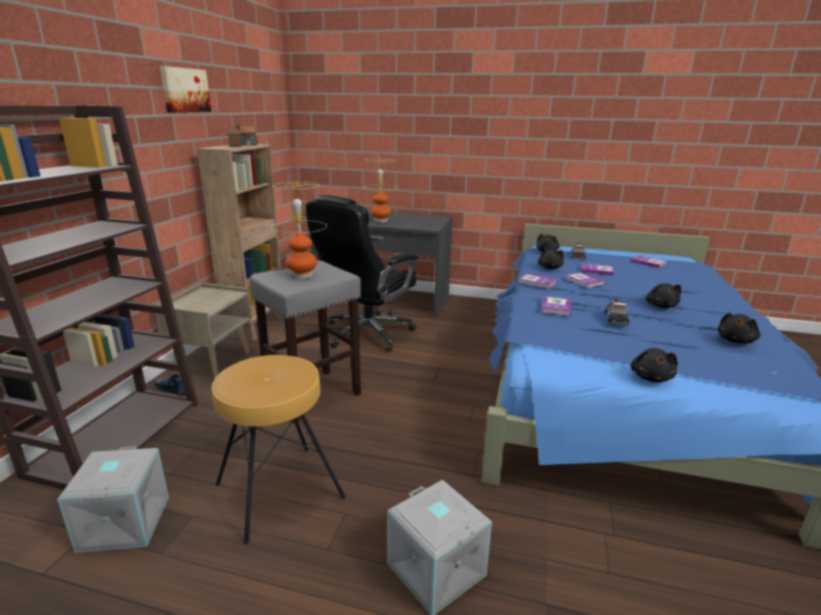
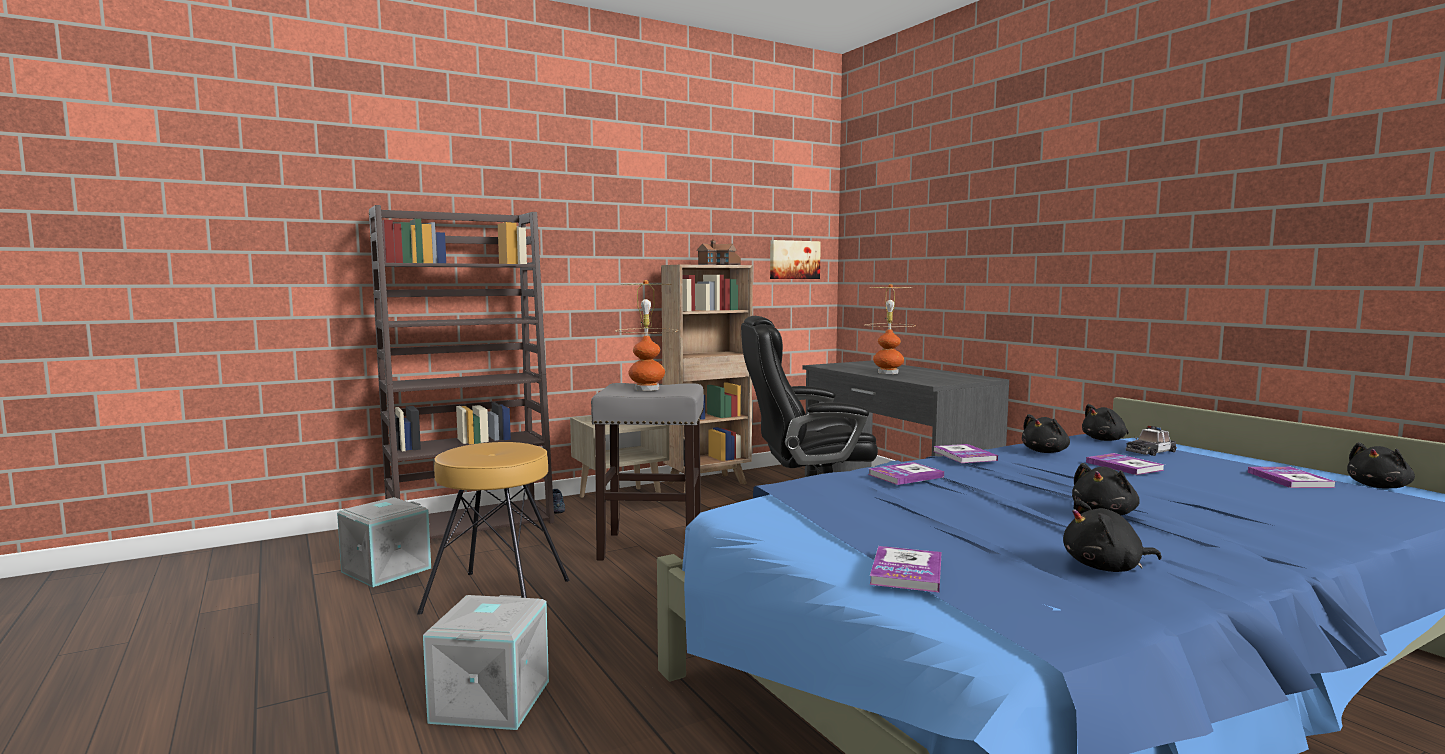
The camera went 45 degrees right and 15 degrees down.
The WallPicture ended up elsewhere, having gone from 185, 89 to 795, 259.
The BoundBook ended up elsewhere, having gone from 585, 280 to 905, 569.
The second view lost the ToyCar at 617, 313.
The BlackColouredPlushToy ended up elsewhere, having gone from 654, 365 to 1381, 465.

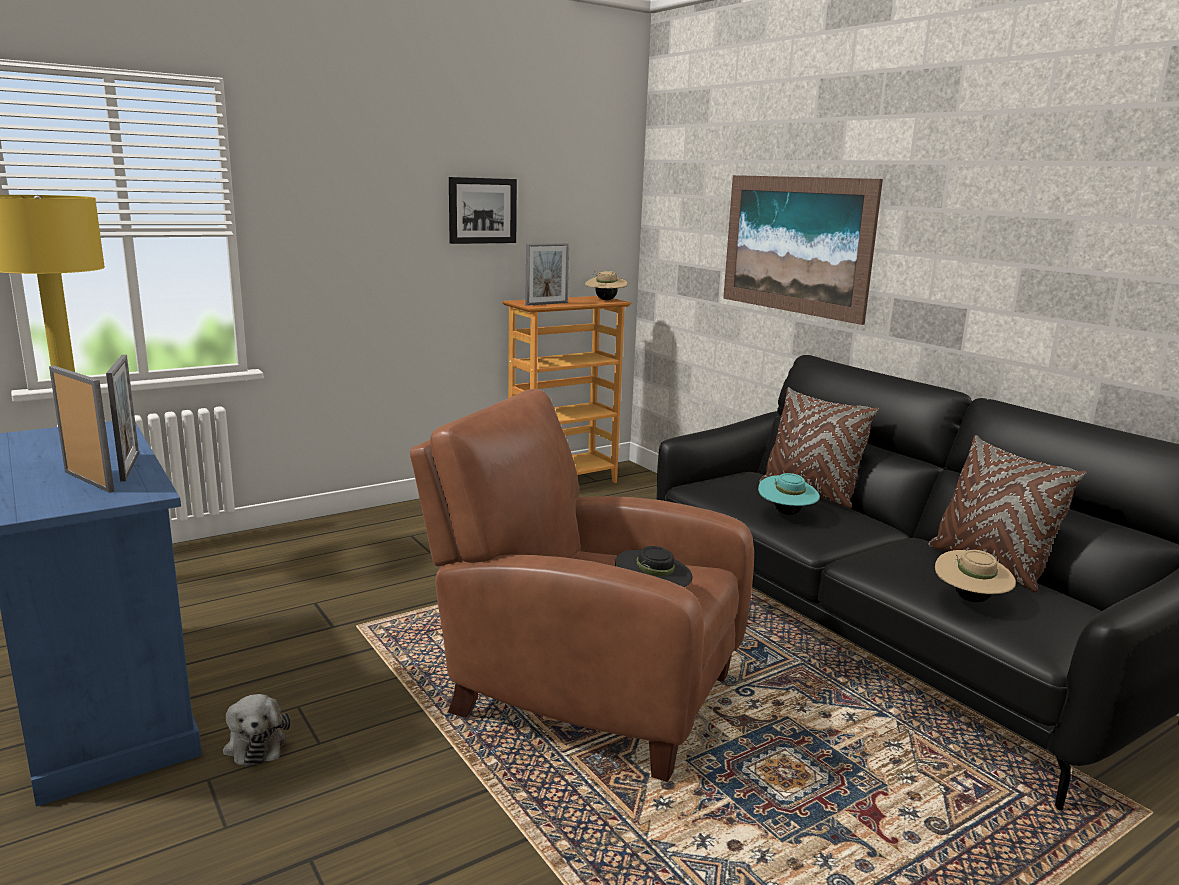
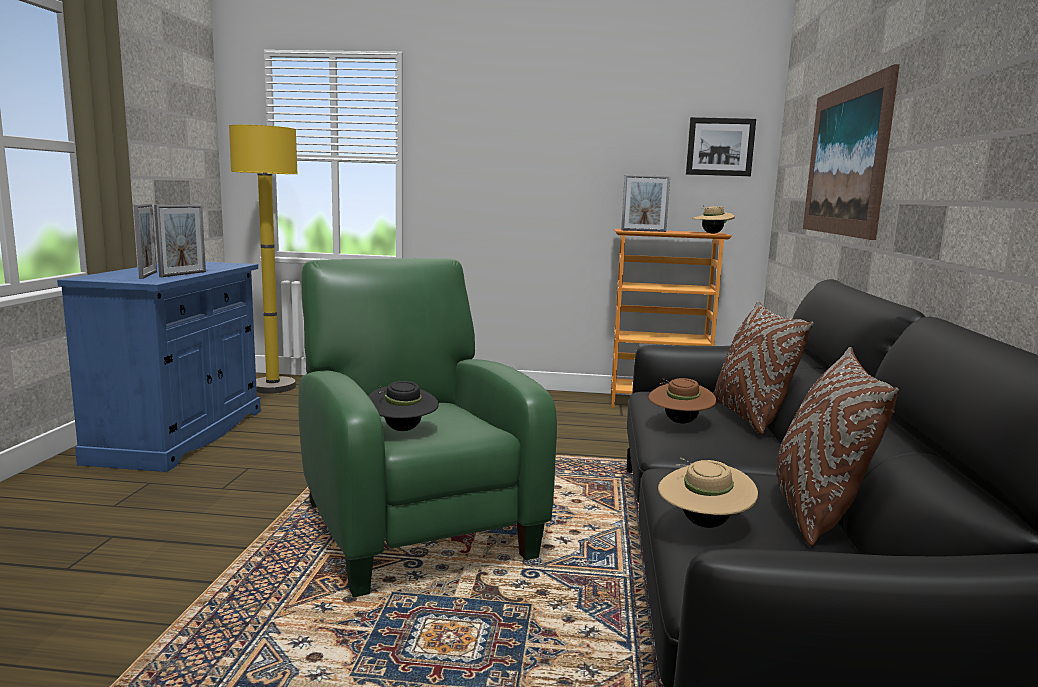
The camera went 40 degrees right and 5 degrees down.
The WallPicture ended up elsewhere, having gone from 483, 210 to 721, 146.
What was the BrownColouredArmchair at 582, 585 turned into the GreenColouredArmchair at 427, 427.
What was the BlueGreenWearableHat at 789, 494 turned into the BrownColouredWearableHat at 682, 401.
The second view lost the PlushToy at 256, 730.

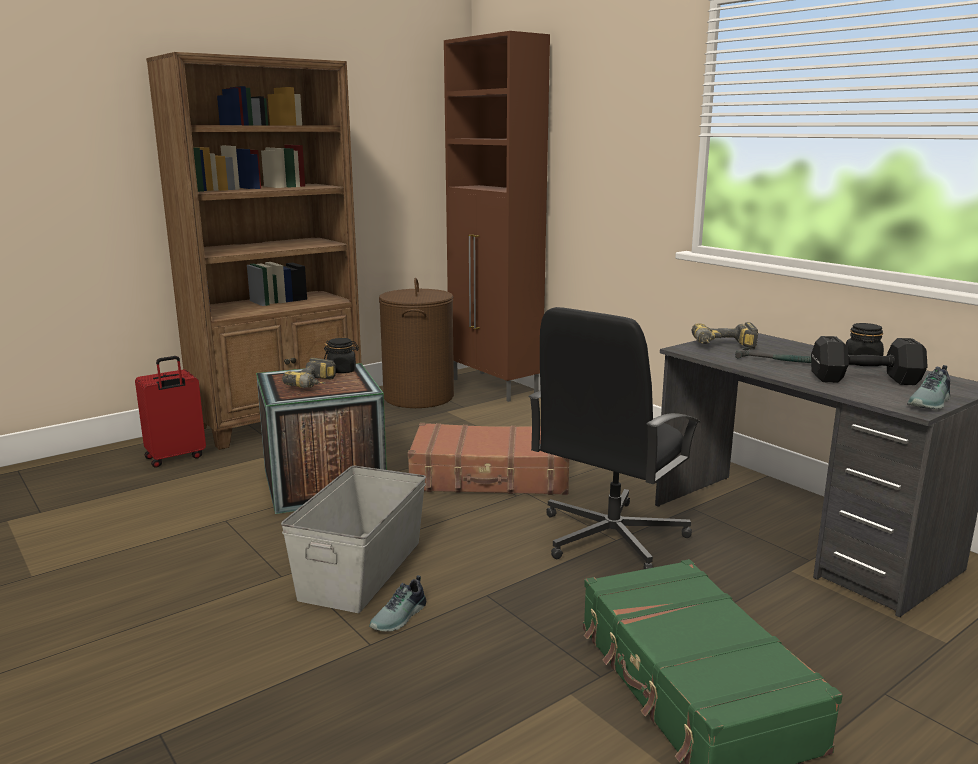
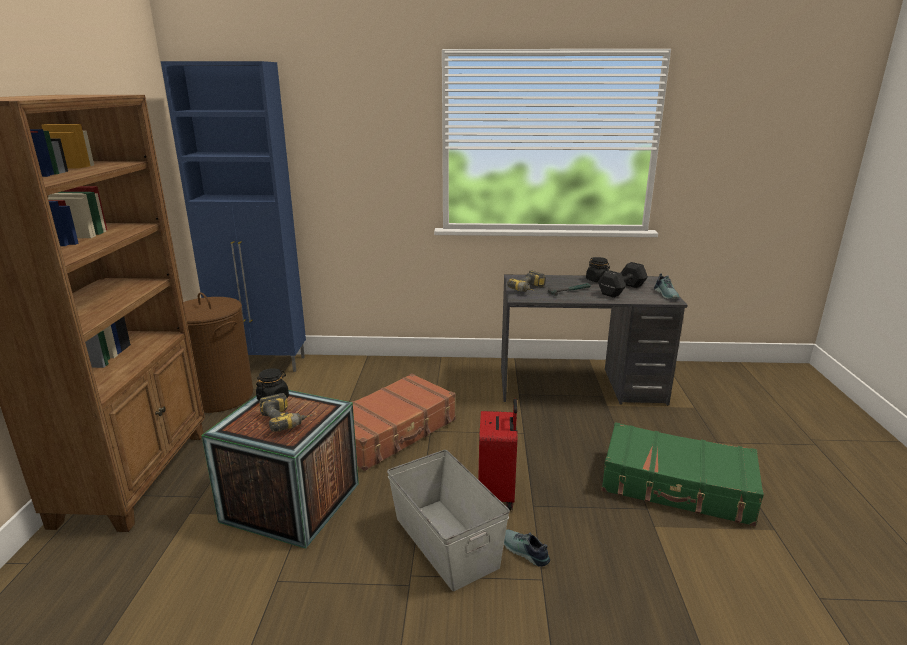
The camera went 50 degrees left and 5 degrees up.
What was the BrownColouredCabinet at 497, 216 turned into the BlueColouredCabinet at 233, 216.
The second view lost the BlackColouredComputerChair at 614, 438.
The RedColouredSuitcase ended up elsewhere, having gone from 170, 412 to 497, 455.
The LowShoe at 397, 603 ended up facing another way, 150 degrees clockwise from before.

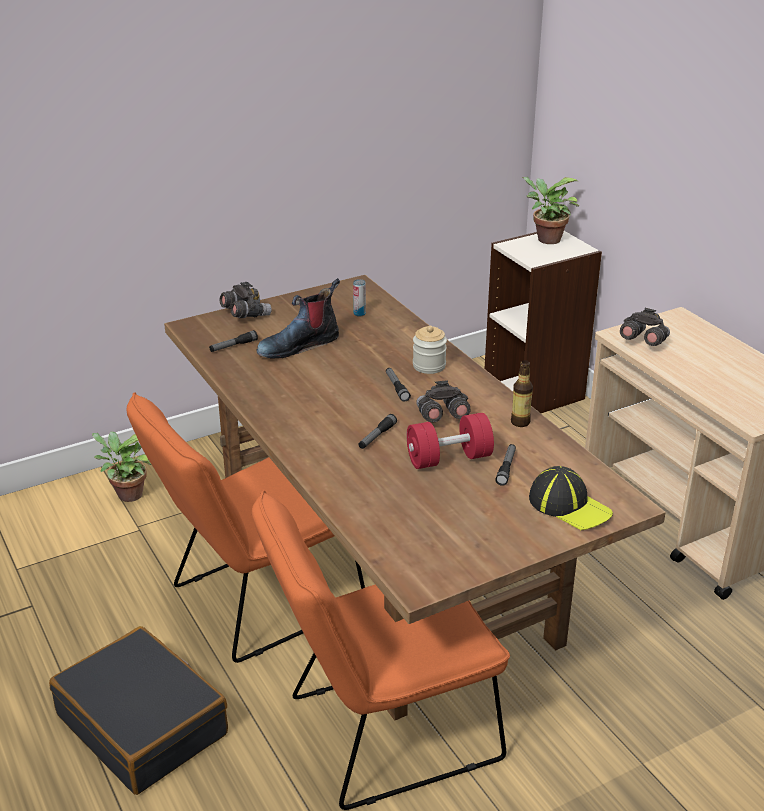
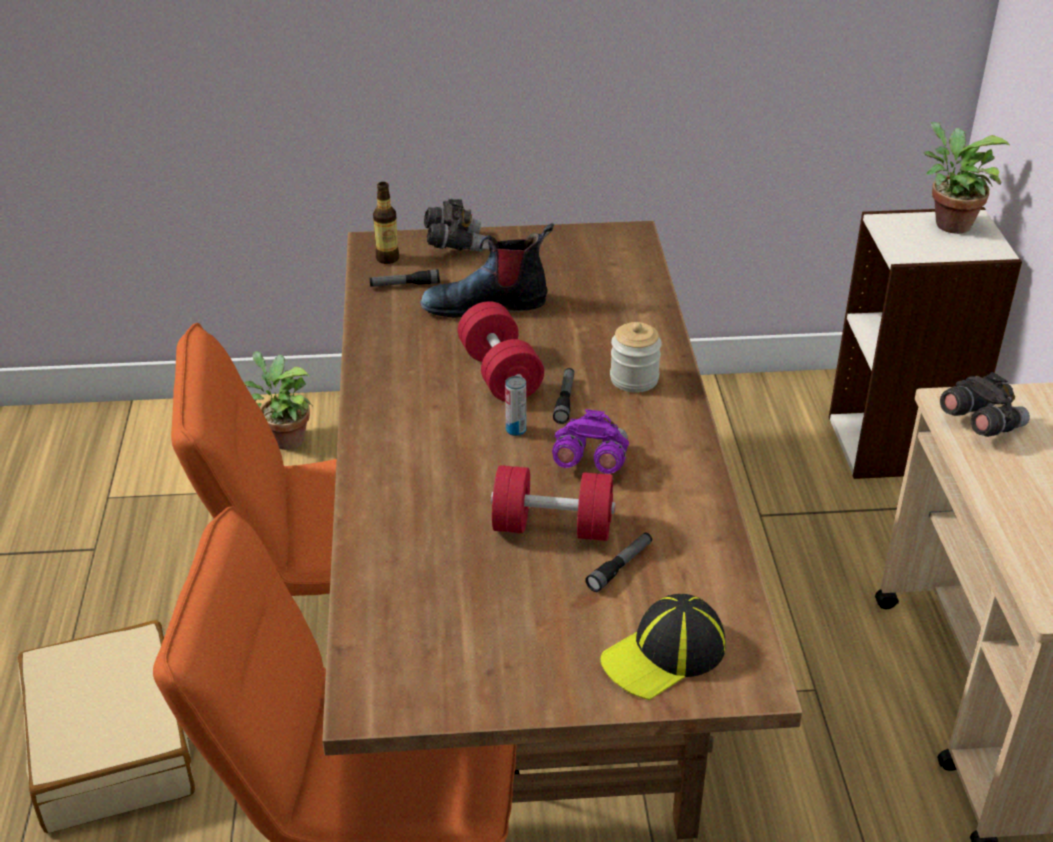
The camera went 25 degrees right and 5 degrees up.
The Can ended up elsewhere, having gone from 359, 298 to 515, 406.
The DrinkBottle ended up elsewhere, having gone from 522, 393 to 386, 223.
What was the GrayBinoculars at 443, 401 turned into the PurpleBinoculars at 590, 441.
The second view lost the HandTorch at 377, 431.
The BaseballCap at 571, 498 ended up facing another way, 75 degrees clockwise from before.
What was the BlackColouredSuitcase at 138, 710 turned into the BeigeColouredSuitcase at 106, 726.
The second view gained the RedColouredFreeWeight at 501, 351.

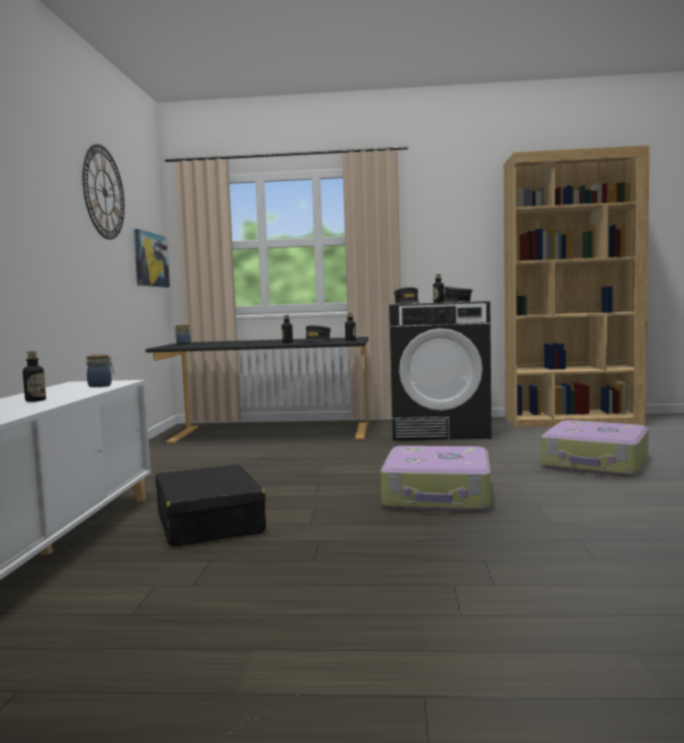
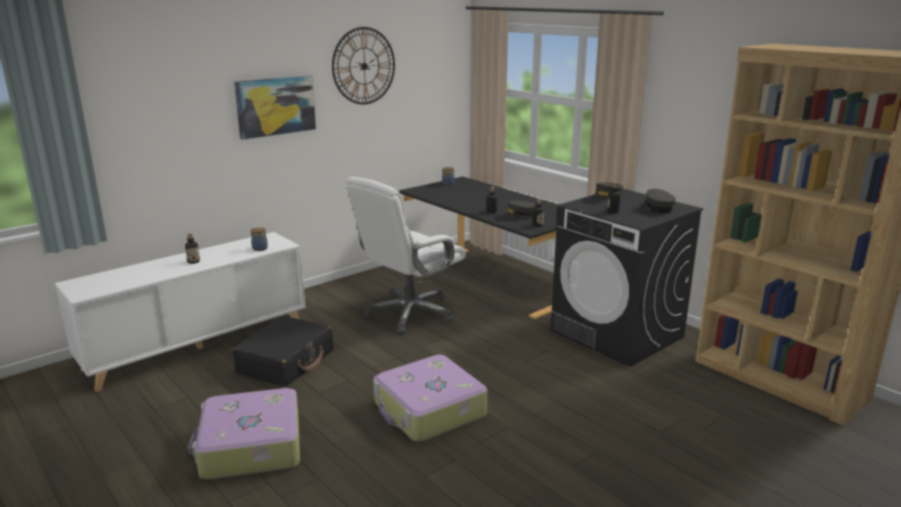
The camera went 45 degrees right and 15 degrees up.
The WallPicture ended up elsewhere, having gone from 152, 258 to 275, 107.
The Suitcase ended up elsewhere, having gone from 595, 448 to 244, 433.
The second view gained the WhiteComputerChair at 406, 255.

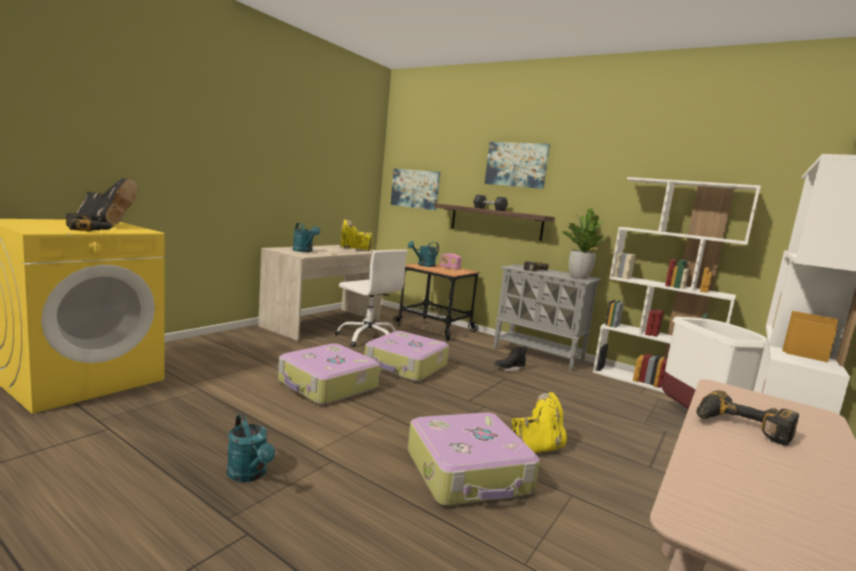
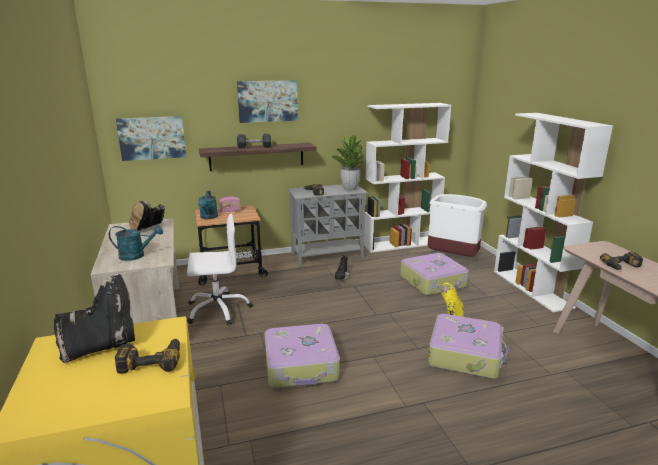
The camera went 50 degrees left and 10 degrees up.
What was the YellowTallBoot at 356, 235 turned into the BlackColouredTallBoot at 147, 216.
The Suitcase ended up elsewhere, having gone from 407, 356 to 434, 274.
The second view lost the BlueGreenSprinklingCan at 251, 448.

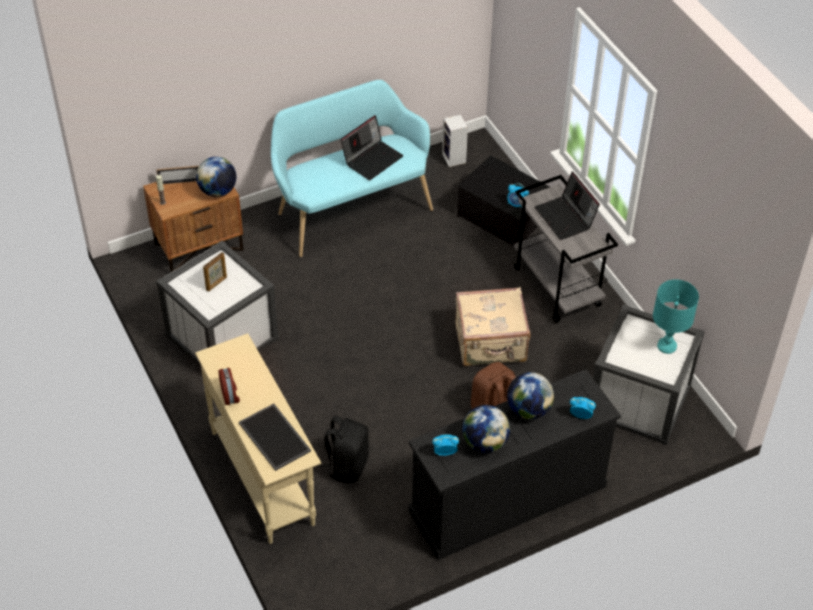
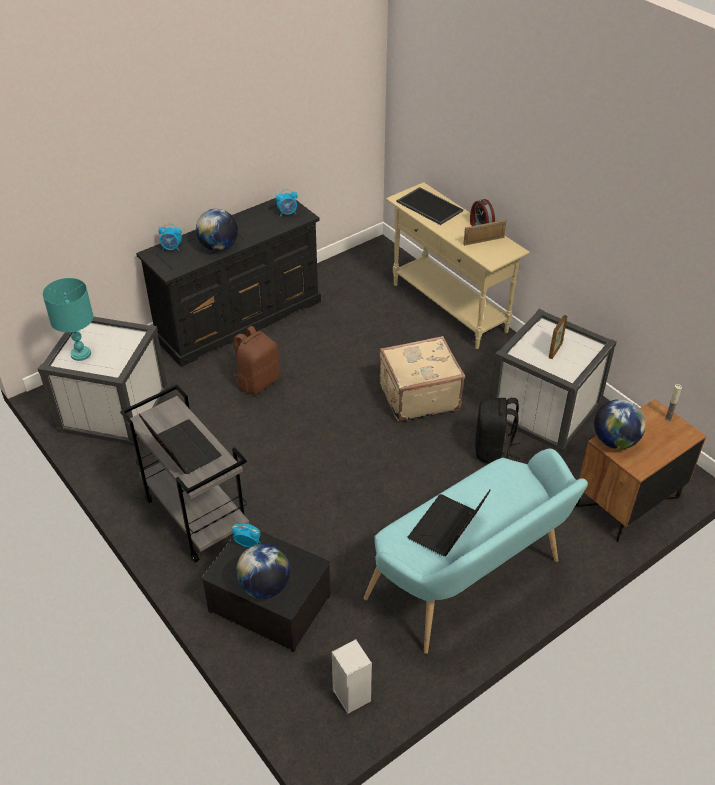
The camera went 170 degrees right and 5 degrees down.
The StandingFrame ended up elsewhere, having gone from 177, 175 to 484, 233.
The BeigeColouredSuitcase ended up elsewhere, having gone from 493, 326 to 422, 379.
The DeskGlobe ended up elsewhere, having gone from 486, 429 to 263, 571.
The BlackColouredBackpack ended up elsewhere, having gone from 344, 449 to 498, 431.

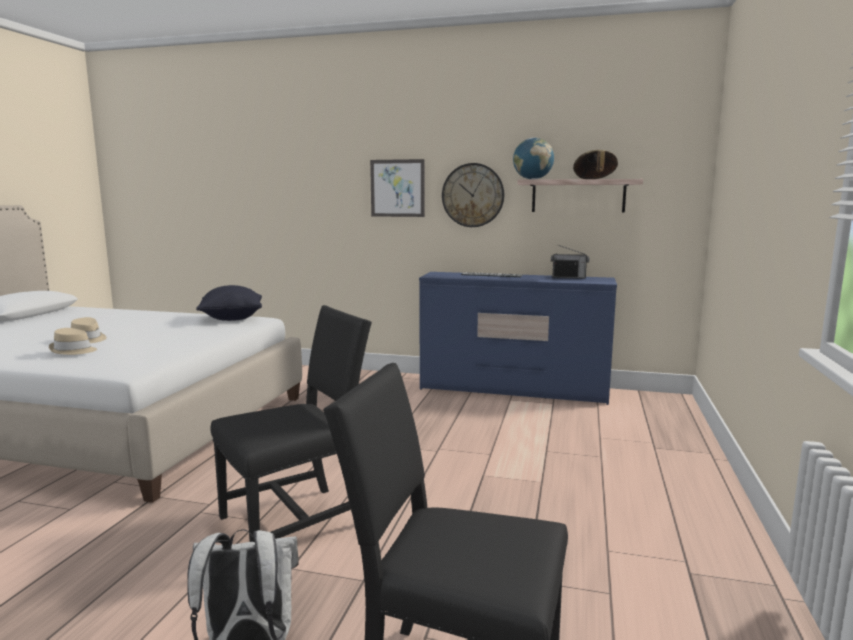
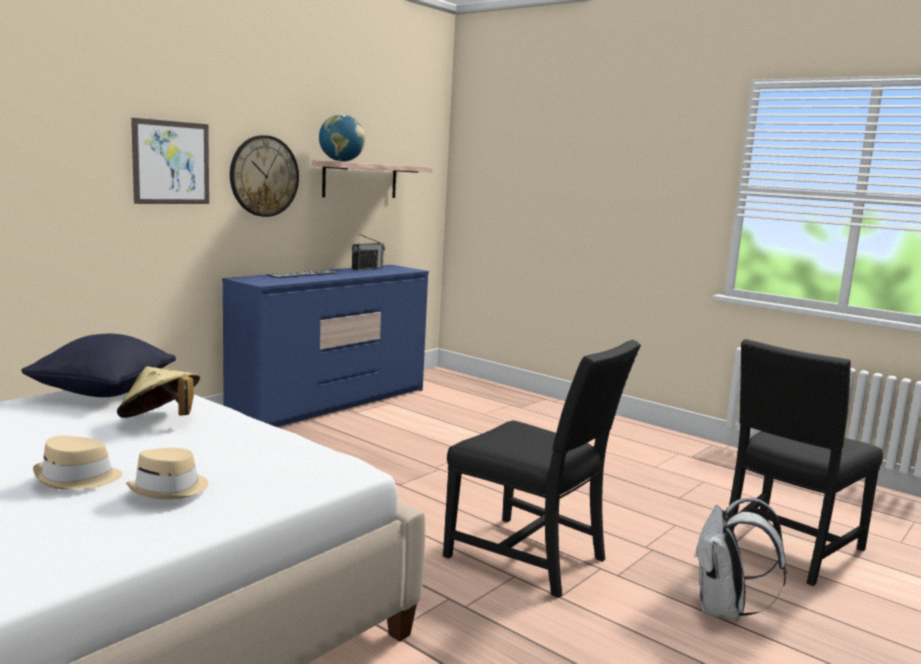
The camera went 65 degrees left and 0 degrees up.
The BeigeColouredWearableHat ended up elsewhere, having gone from 595, 164 to 158, 392.
The BlackColouredUprightChair at 291, 423 ended up facing another way, 135 degrees clockwise from before.

